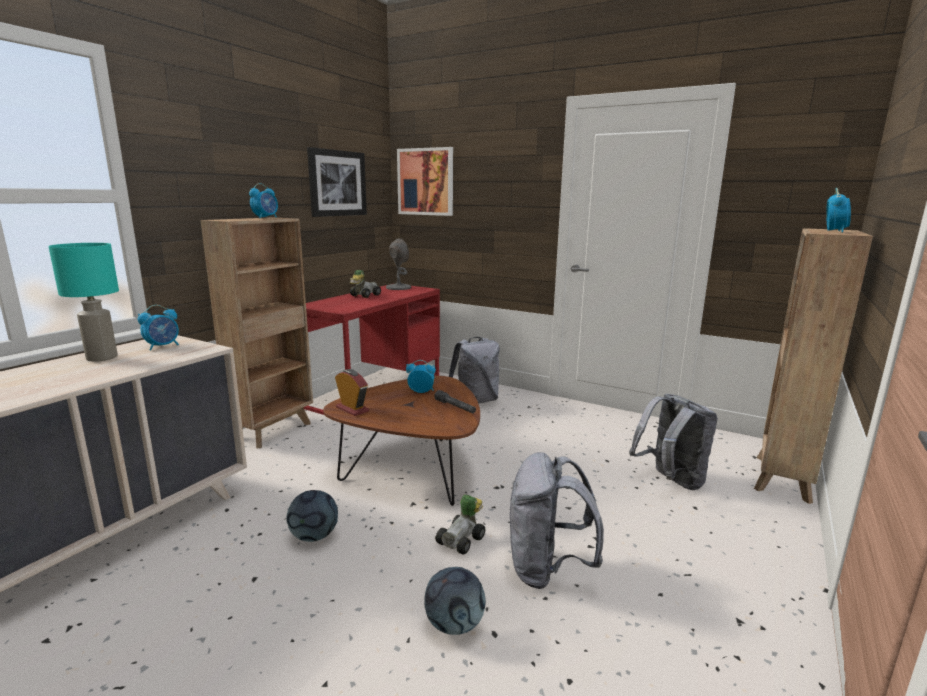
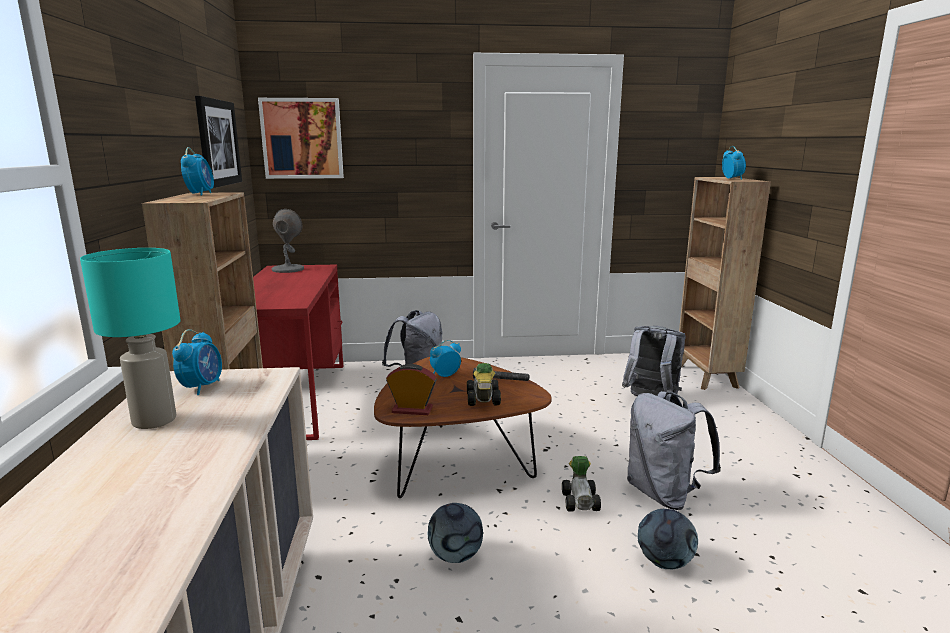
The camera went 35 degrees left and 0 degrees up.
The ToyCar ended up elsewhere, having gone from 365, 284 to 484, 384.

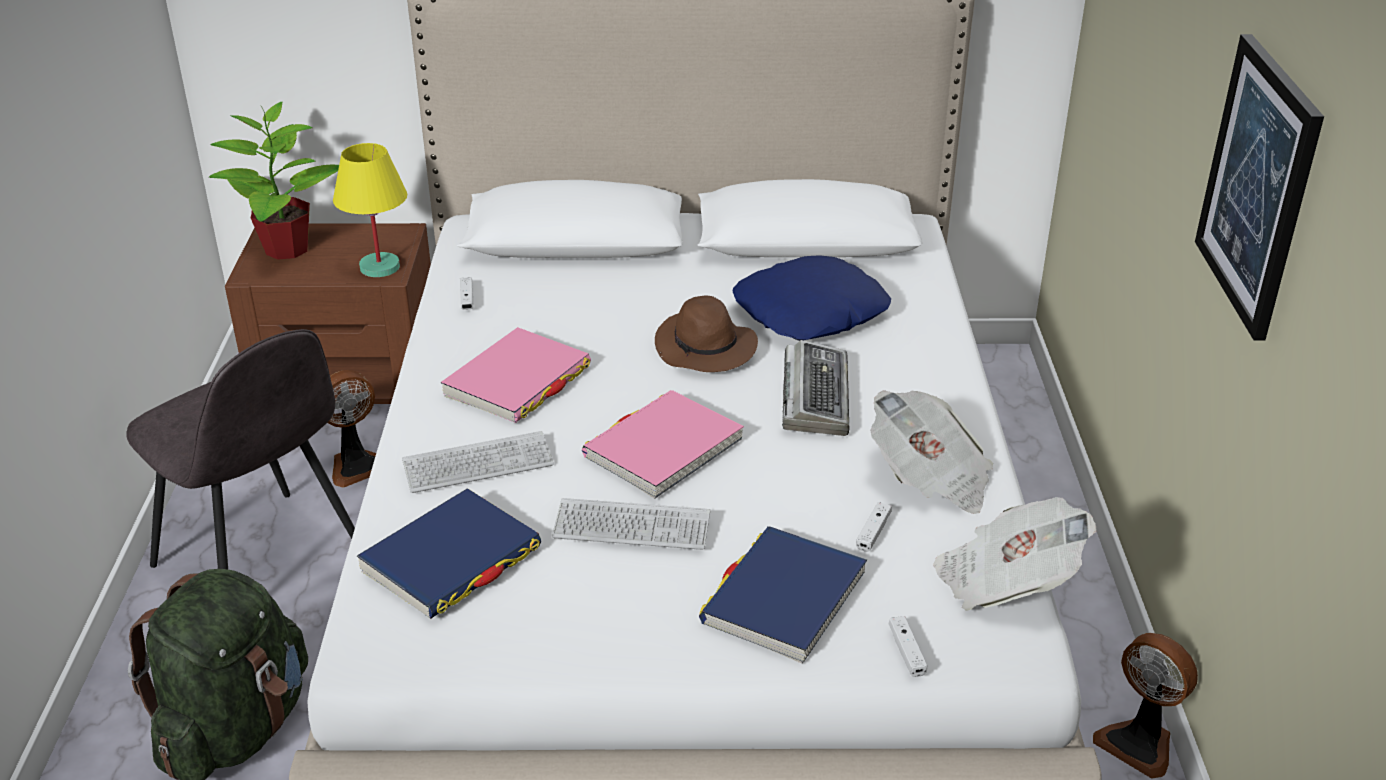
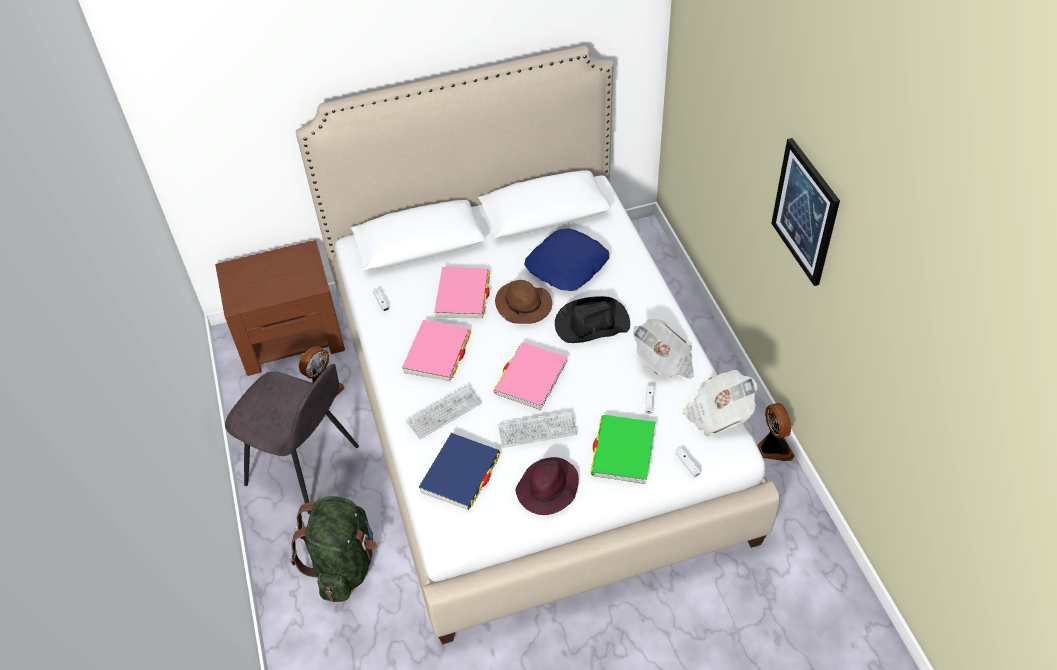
The camera went 15 degrees left and 15 degrees up.
The second view lost the PlantInAPot at 274, 181.
The second view lost the YellowLampForATable at 370, 210.
Where the Keyboard stood at 816, 388, the BlackColouredWearableHat came to stand at 592, 319.
What was the BlueColouredBoundBook at 783, 595 turned into the GreenColouredBoundBook at 622, 449.
The CoolingFan at 1145, 706 ended up facing another way, 135 degrees counterclockwise from before.
The second view gained the PinkishBoundBook at 462, 292.
The second view gained the PurpleWearableHat at 547, 486.

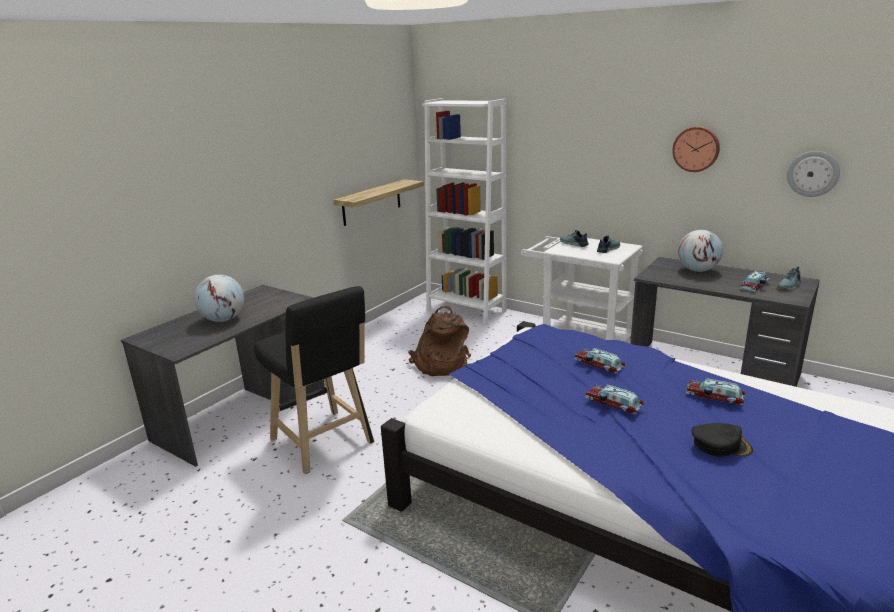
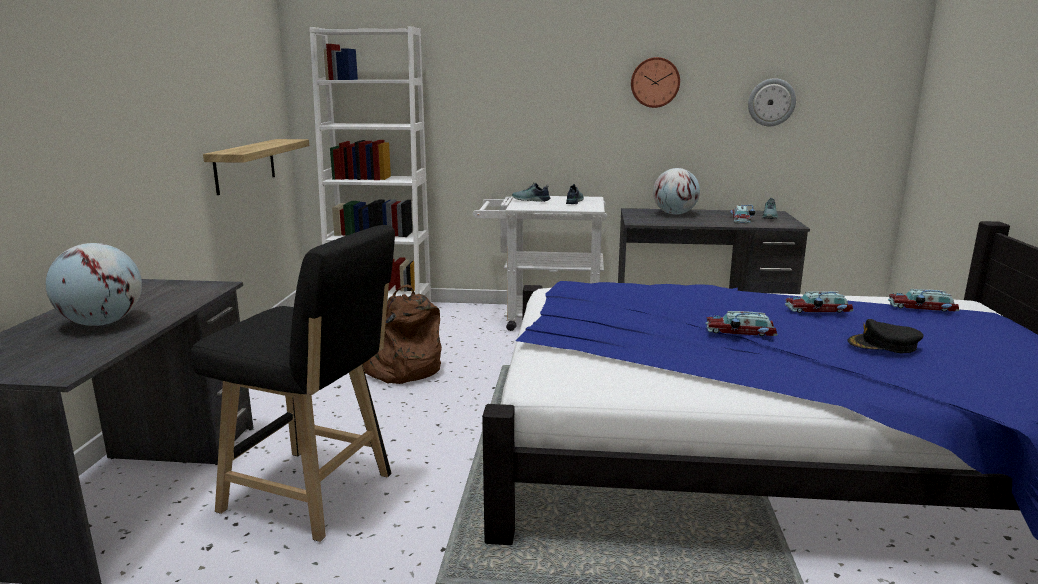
The camera went 30 degrees left and 5 degrees down.
The ToyCar ended up elsewhere, having gone from 599, 361 to 924, 300.
The BlackColouredBaseballCap at 722, 440 ended up facing another way, 150 degrees counterclockwise from before.

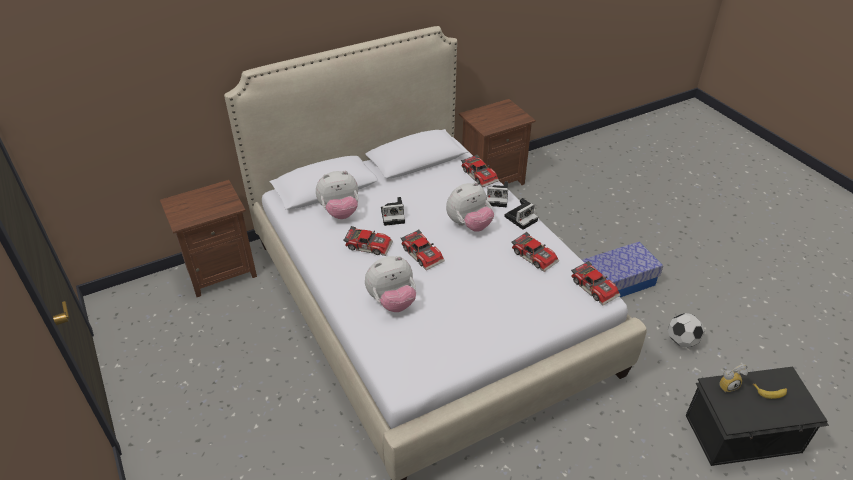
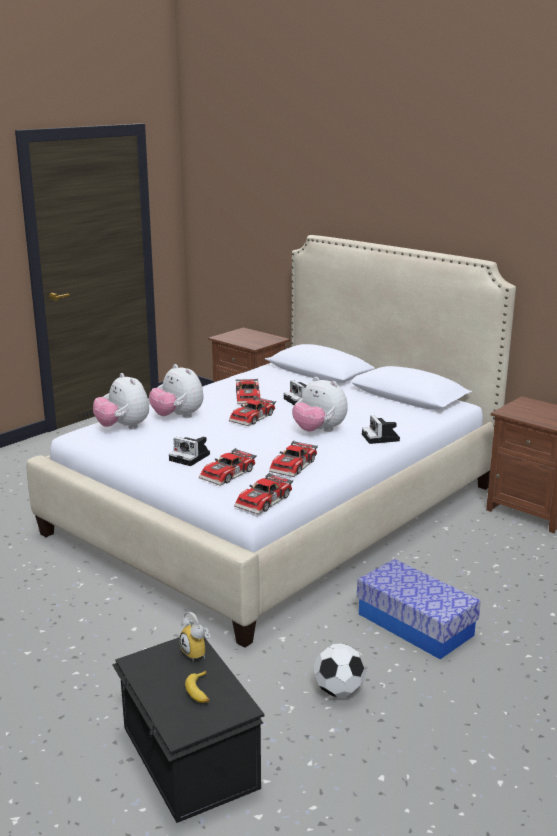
The camera went 70 degrees right and 20 degrees down.
The ToyCar ended up elsewhere, having gone from 480, 171 to 228, 467.
The PlushToy ended up elsewhere, having gone from 337, 195 to 121, 401.
The PhotoCamera ended up elsewhere, having gone from 521, 214 to 189, 451.

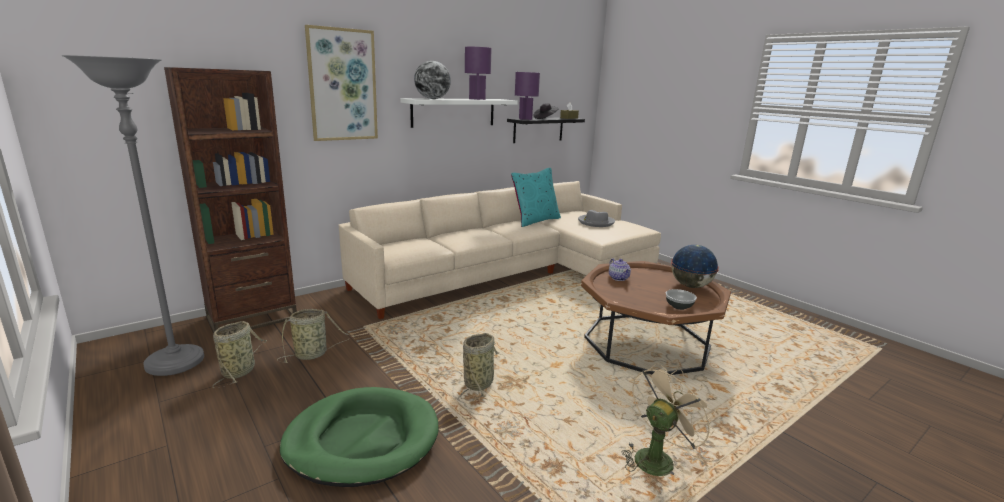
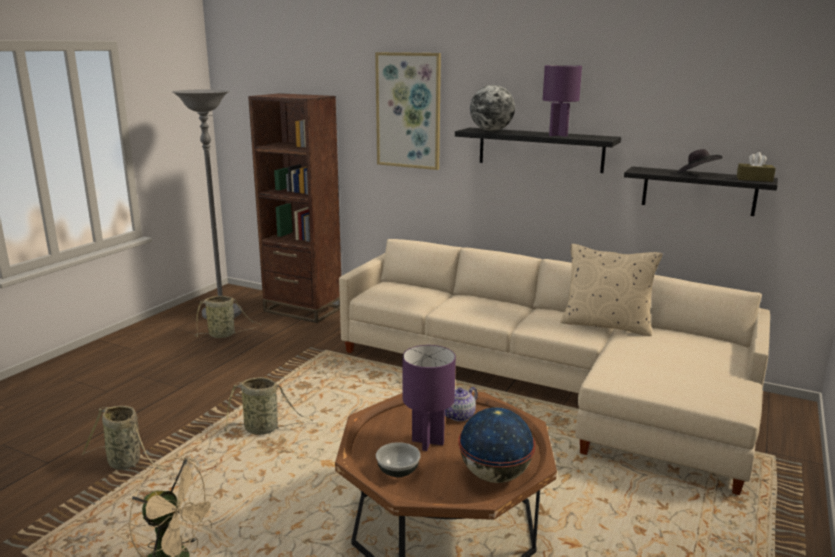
The camera went 65 degrees right and 0 degrees up.
The PurpleLampForATable ended up elsewhere, having gone from 527, 96 to 429, 398.
What was the WhiteBracketShelf at 459, 113 turned into the BlackColouredBracketShelf at 538, 150.
What was the BlueGreenCushion at 536, 197 turned into the BeigeColouredCushion at 611, 290.
The second view lost the GrayWearableHat at 596, 218.
The StorageBasket ended up elsewhere, having gone from 316, 336 to 123, 438.
The second view lost the GreenColouredDogBed at 359, 437.

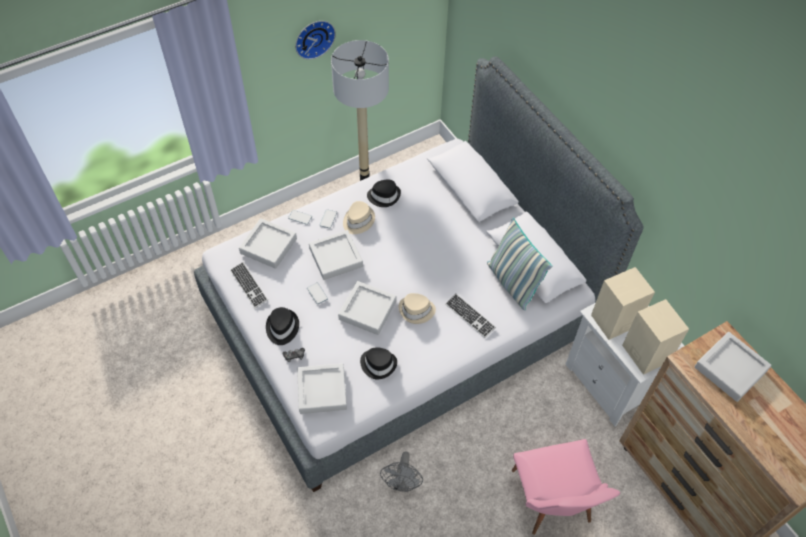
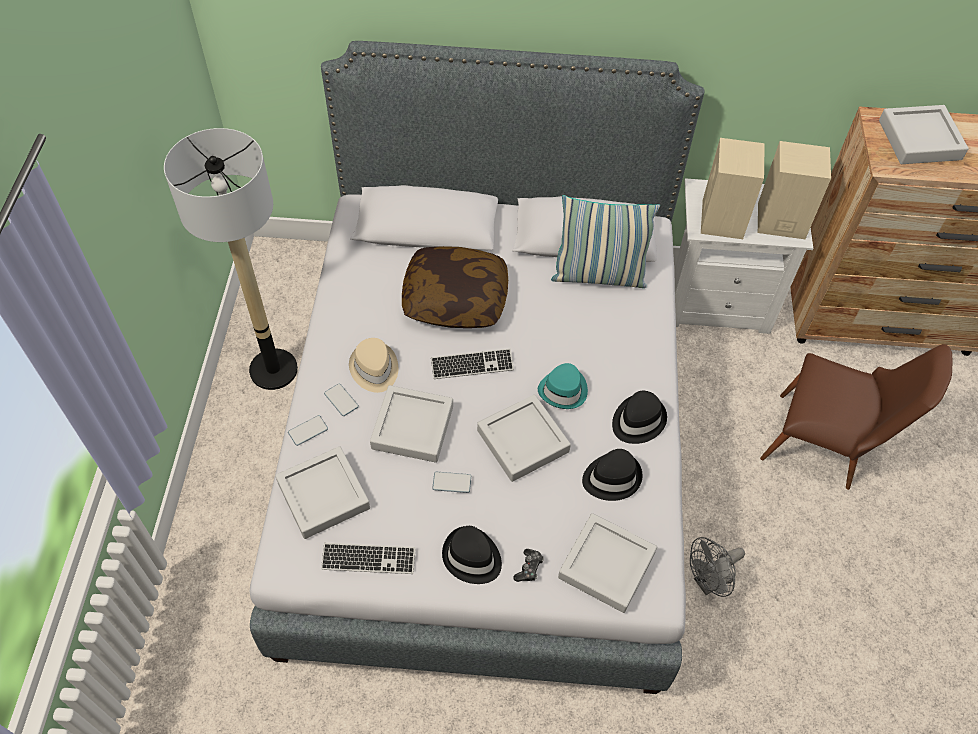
The camera went 55 degrees left and 0 degrees up.
The second view lost the HangingClock at 315, 40.
The BlackColouredWearableHat ended up elsewhere, having gone from 384, 193 to 639, 417.
What was the BeigeColouredWearableHat at 417, 308 turned into the BlueGreenWearableHat at 563, 386.
The Keyboard ended up elsewhere, having gone from 470, 315 to 472, 363.
What was the PinkishUprightChair at 566, 487 turned into the BrownColouredUprightChair at 856, 417.
The GrayCoolingFan at 401, 471 ended up facing another way, 105 degrees clockwise from before.
The second view gained the Cushion at 455, 287.

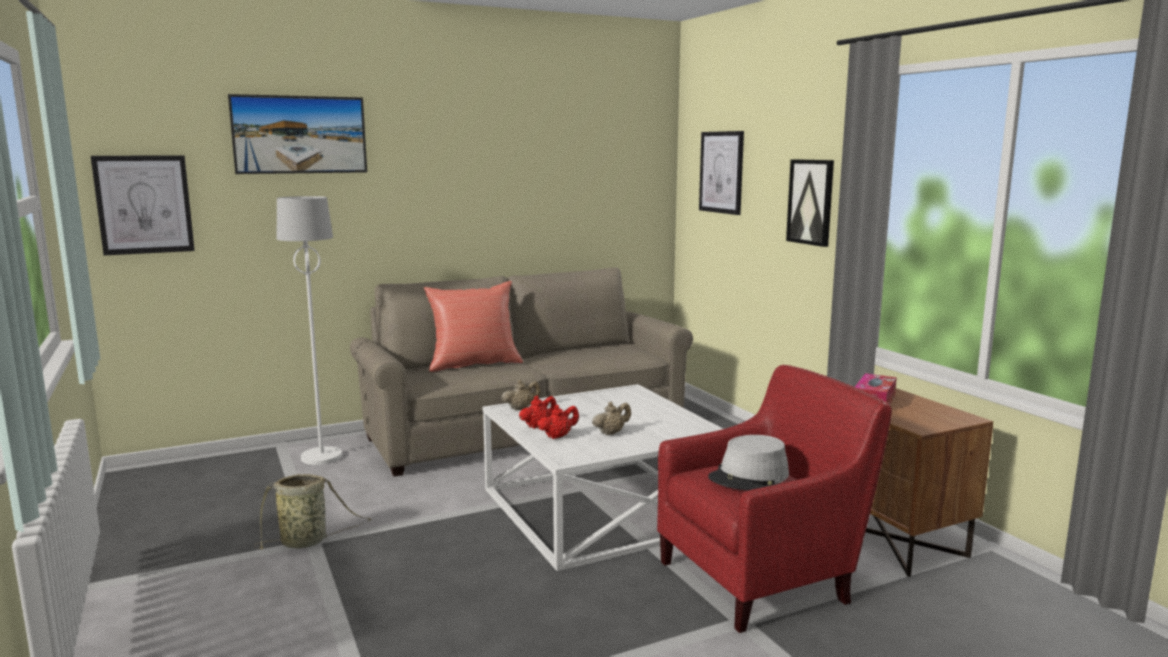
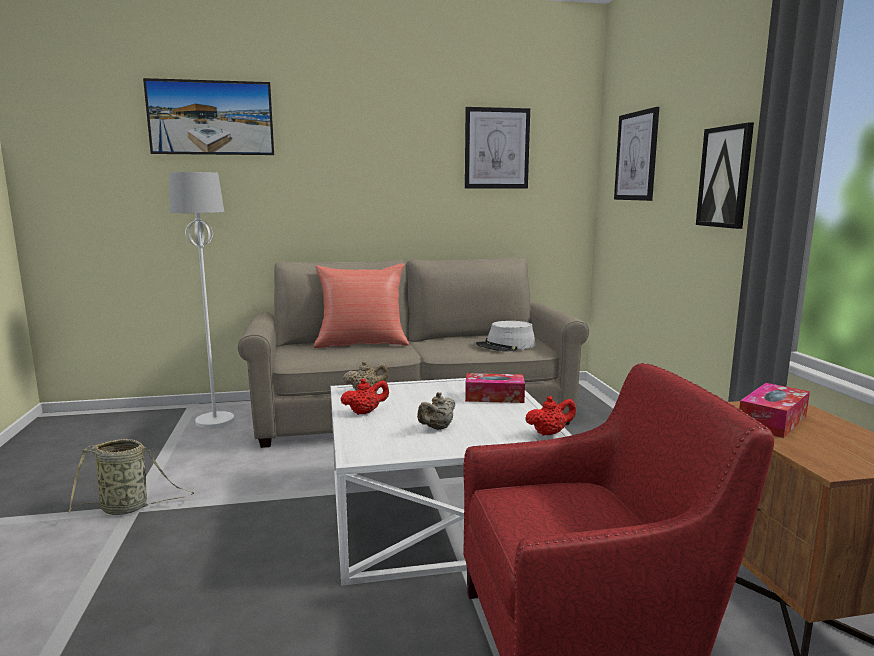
The camera went 15 degrees right and 0 degrees up.
The WallPicture ended up elsewhere, having gone from 143, 205 to 497, 147.
The BeigeColouredTeapot at 611, 418 ended up facing another way, 150 degrees clockwise from before.
The RedColouredTeapot ended up elsewhere, having gone from 558, 422 to 550, 416.
The GrayWearableHat ended up elsewhere, having gone from 748, 463 to 505, 336.
The second view gained the TissueHolder at 495, 388.

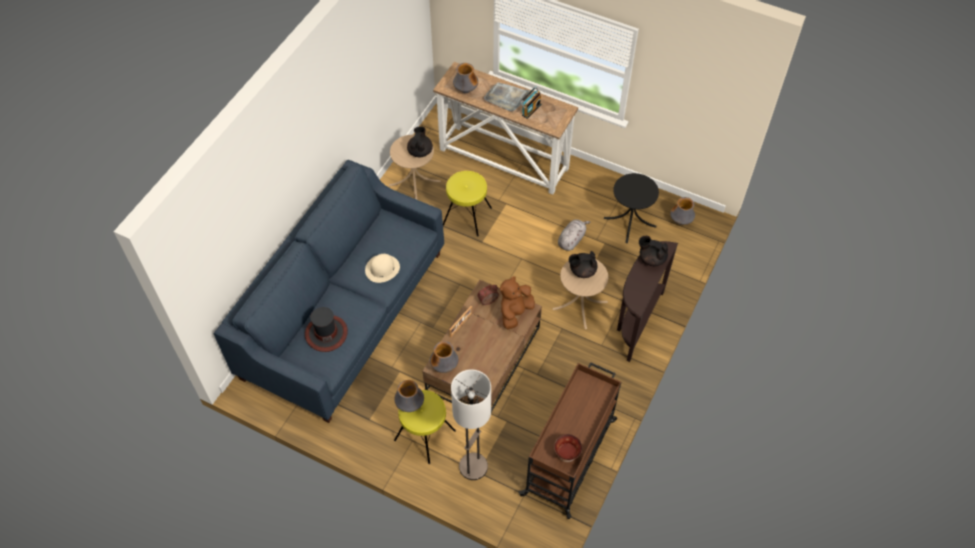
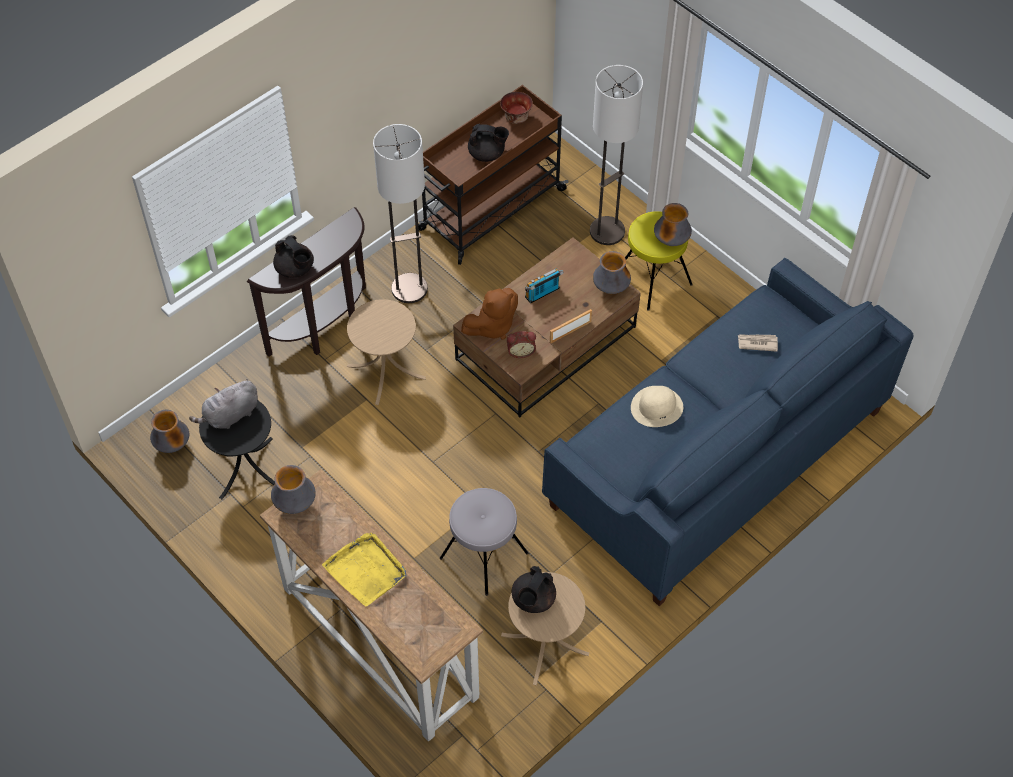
The camera went 160 degrees left and 0 degrees up.
The DecorativeVase ended up elsewhere, having gone from 465, 78 to 293, 489.
What was the GrayServingTray at 507, 96 turned into the YellowServingTray at 364, 570.
The RadioReceiver ended up elsewhere, having gone from 530, 103 to 544, 286.
What was the YellowStool at 467, 204 turned into the GrayStool at 484, 542.
The GrayPlushToy ended up elsewhere, having gone from 574, 235 to 223, 404.
The BlackColouredTeapot ended up elsewhere, having gone from 583, 264 to 488, 142.
Where the WearableHat stood at 326, 329, the Newspaper came to stand at 758, 343.
The second view gained the StandardLamp at 400, 213.

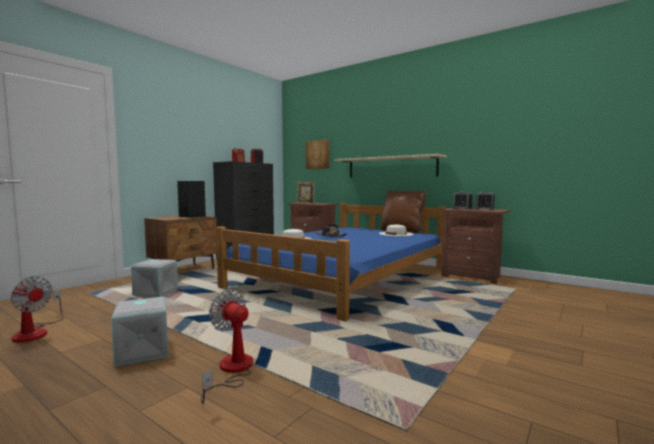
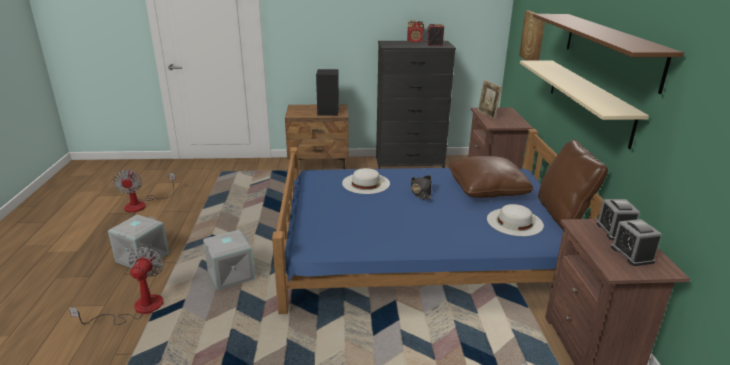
The camera went 50 degrees right and 20 degrees up.
The GrayStorageBox ended up elsewhere, having gone from 154, 278 to 229, 260.
The second view gained the BrownColouredBracketShelf at 608, 54.
The second view gained the BrownColouredCushion at 491, 177.

